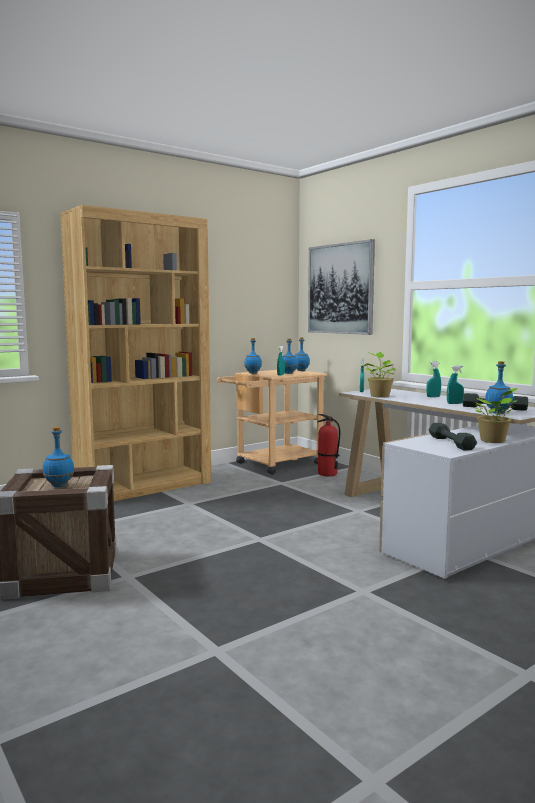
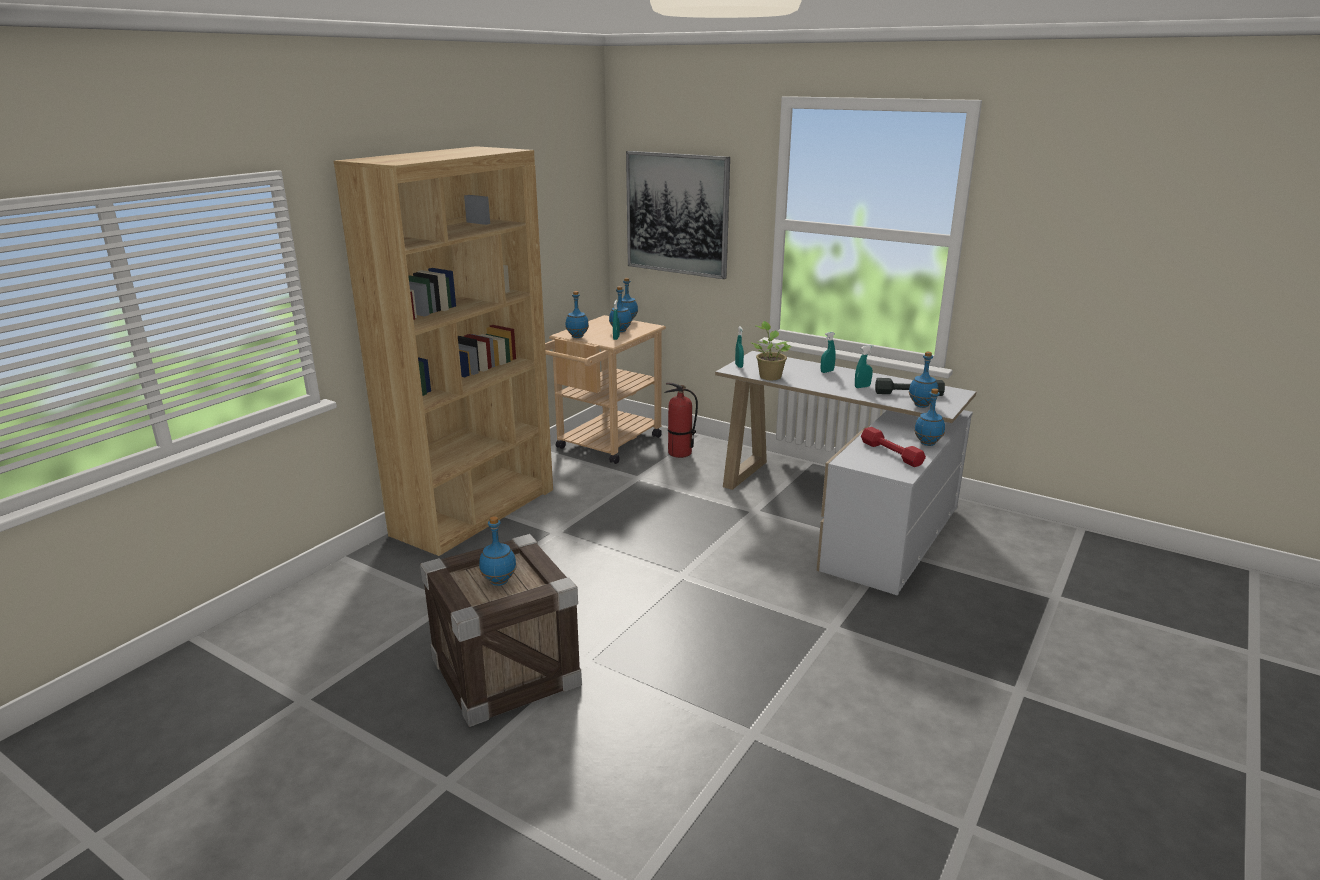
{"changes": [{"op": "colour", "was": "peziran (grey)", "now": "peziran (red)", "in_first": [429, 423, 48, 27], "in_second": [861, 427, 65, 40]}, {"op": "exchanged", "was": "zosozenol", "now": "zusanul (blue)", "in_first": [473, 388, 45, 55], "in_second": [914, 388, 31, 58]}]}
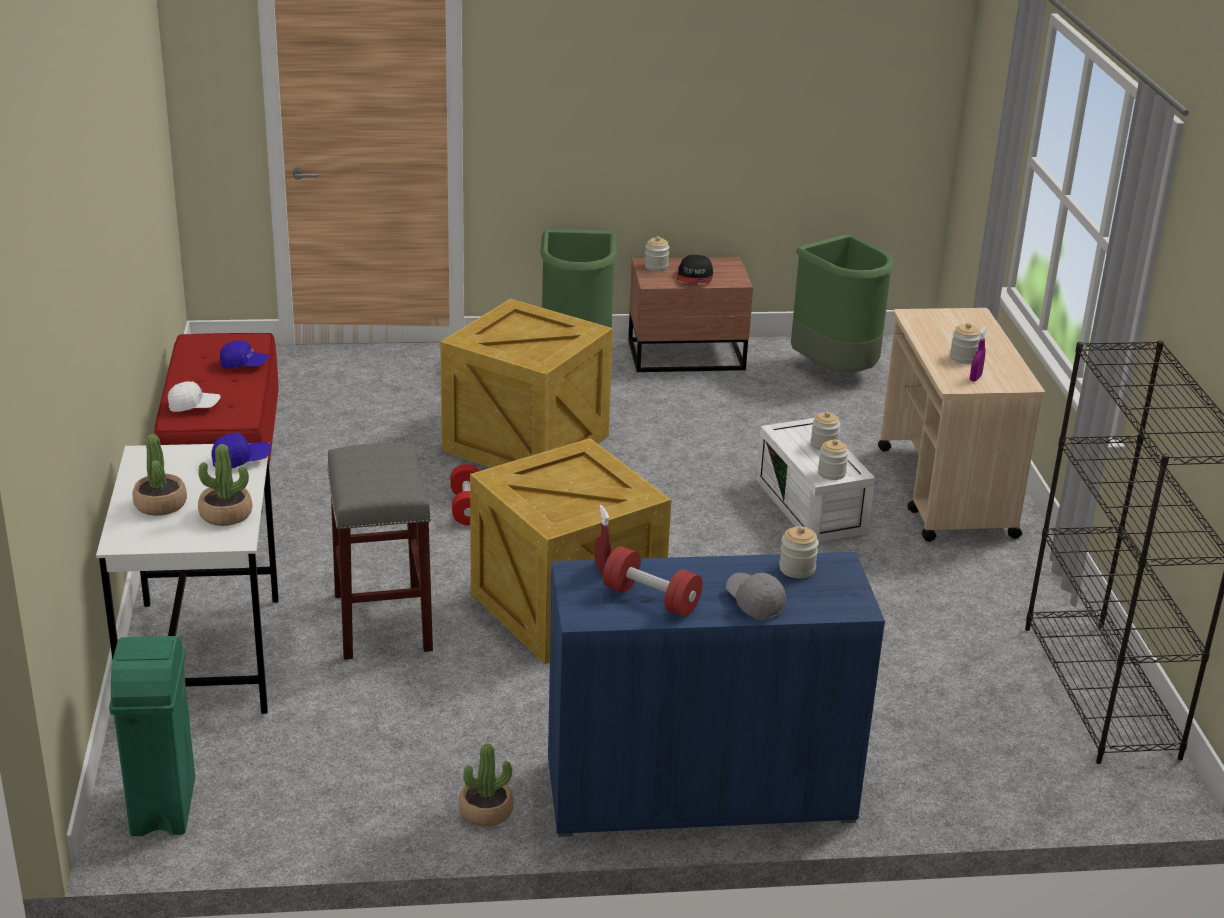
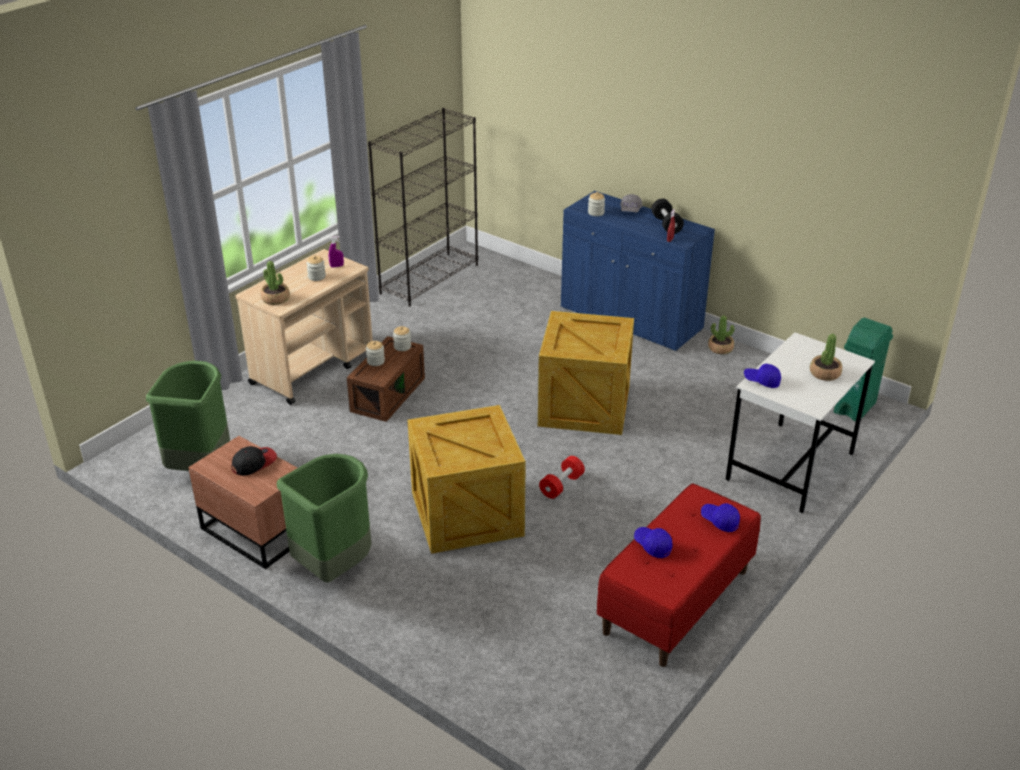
{"changes": [{"op": "relocated", "was": "zosozenol", "in_first": [198, 444, 54, 82], "in_second": [261, 261, 29, 44]}, {"op": "colour", "was": "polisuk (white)", "now": "polisuk (brown)", "in_first": [756, 418, 119, 124], "in_second": [347, 336, 78, 86]}, {"op": "colour", "was": "peziran (red)", "now": "peziran (black)", "in_first": [603, 546, 99, 71], "in_second": [651, 199, 33, 35]}, {"op": "colour", "was": "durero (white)", "now": "durero (blue)", "in_first": [168, 381, 52, 31], "in_second": [701, 503, 39, 29]}, {"op": "missing", "was": "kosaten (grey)", "in_first": [327, 443, 106, 217]}, {"op": "missing", "was": "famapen", "in_first": [645, 236, 25, 35]}]}
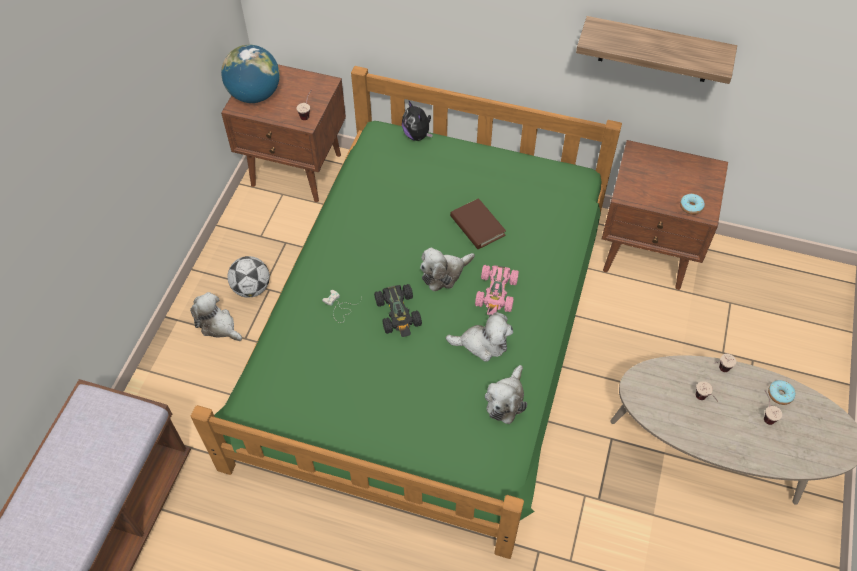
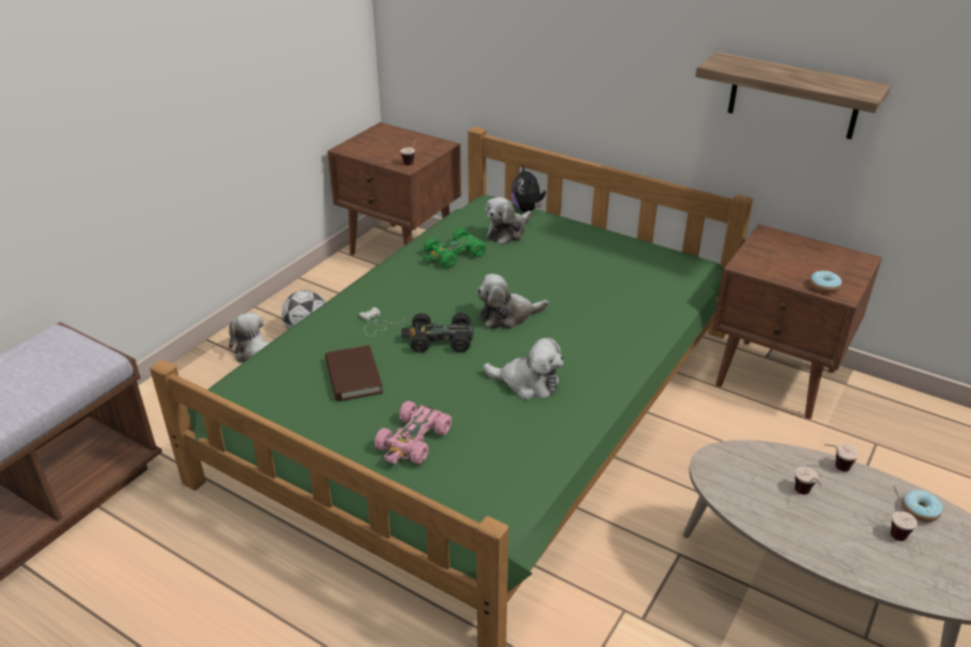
{"changes": [{"op": "relocated", "was": "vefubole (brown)", "in_first": [450, 198, 56, 51], "in_second": [325, 345, 58, 56]}, {"op": "relocated", "was": "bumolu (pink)", "in_first": [475, 265, 44, 50], "in_second": [374, 401, 78, 63]}, {"op": "spun", "was": "bumolu (black)", "in_first": [374, 284, 48, 53], "in_second": [401, 313, 72, 40], "clockwise": 90}, {"op": "appeared", "now": "bumolu (green)", "in_second": [424, 228, 62, 40]}, {"op": "relocated", "was": "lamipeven", "in_first": [485, 365, 42, 59], "in_second": [485, 197, 47, 48]}, {"op": "missing", "was": "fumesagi", "in_first": [221, 44, 59, 59]}]}
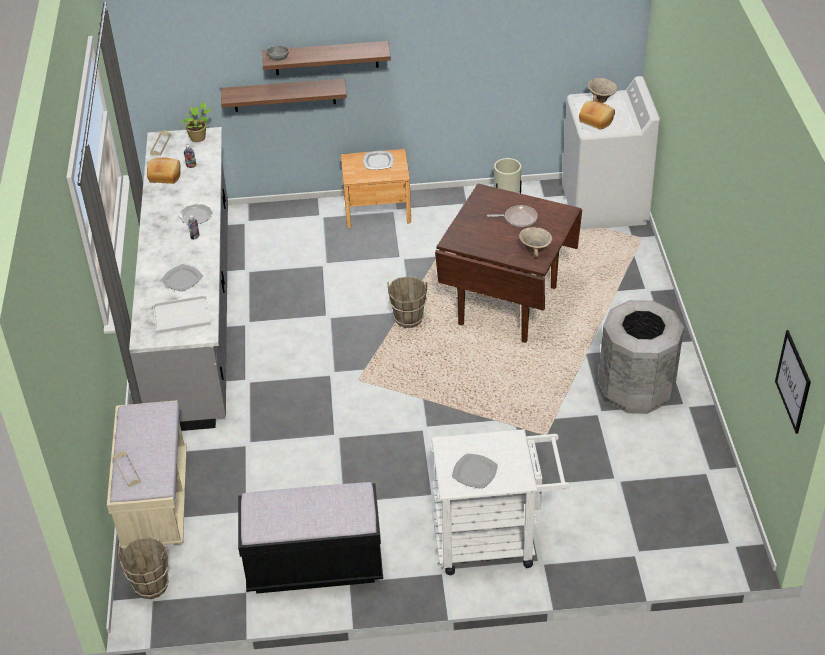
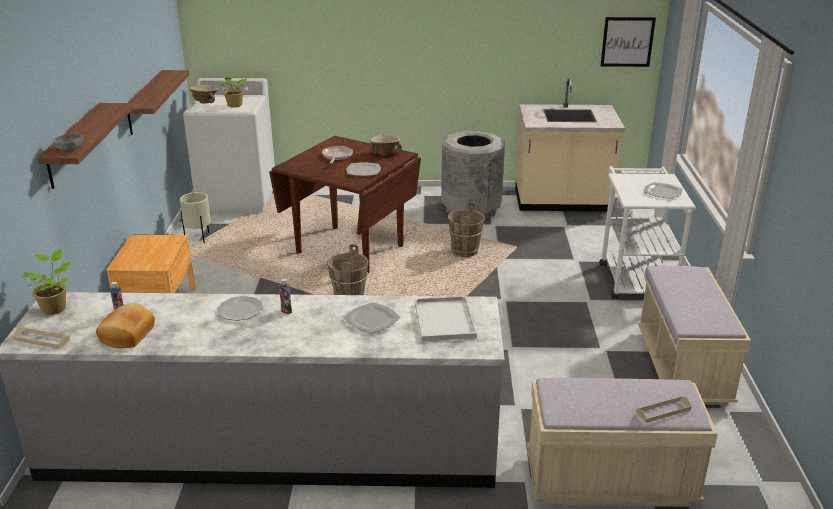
{"changes": [{"op": "relocated", "was": "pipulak", "in_first": [221, 79, 126, 33], "in_second": [128, 70, 62, 65]}, {"op": "exchanged", "was": "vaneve", "now": "zosozenol", "in_first": [579, 101, 36, 28], "in_second": [221, 75, 26, 32]}, {"op": "relocated", "was": "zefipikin", "in_first": [363, 151, 31, 19], "in_second": [346, 163, 35, 13]}, {"op": "relocated", "was": "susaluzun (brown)", "in_first": [118, 537, 51, 62], "in_second": [448, 202, 37, 55]}, {"op": "appeared", "now": "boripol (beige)", "in_second": [515, 79, 110, 132]}, {"op": "colour", "was": "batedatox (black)", "now": "batedatox (beige)", "in_first": [238, 482, 145, 112], "in_second": [638, 266, 113, 139]}]}
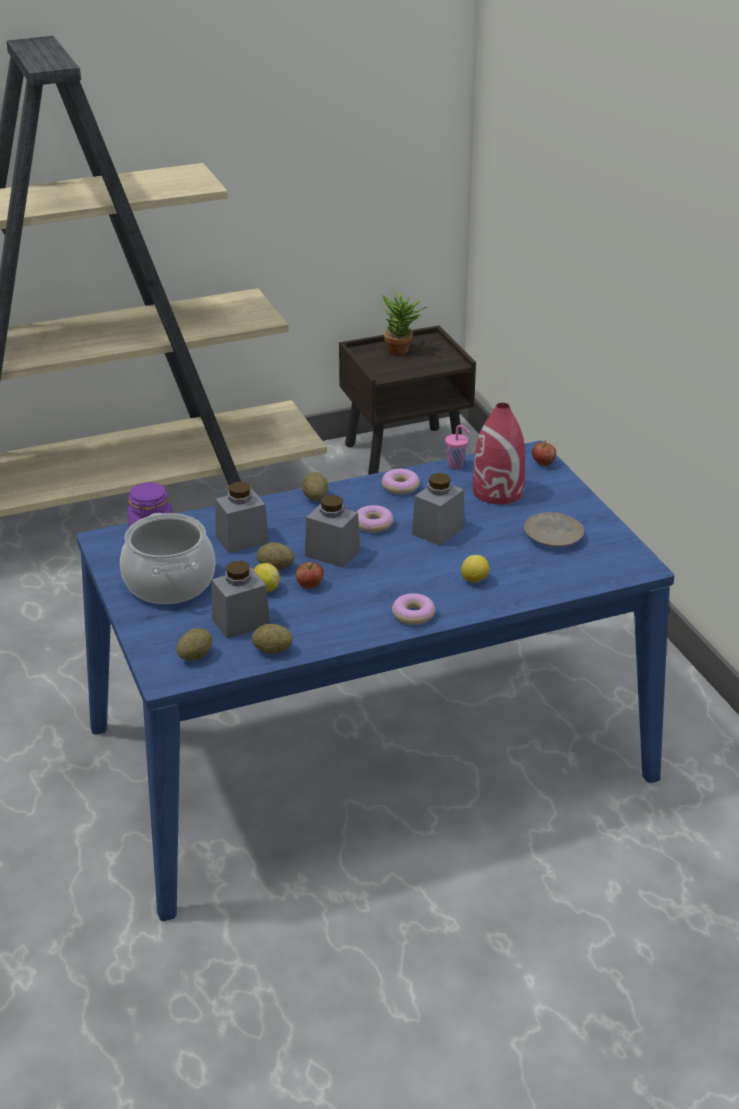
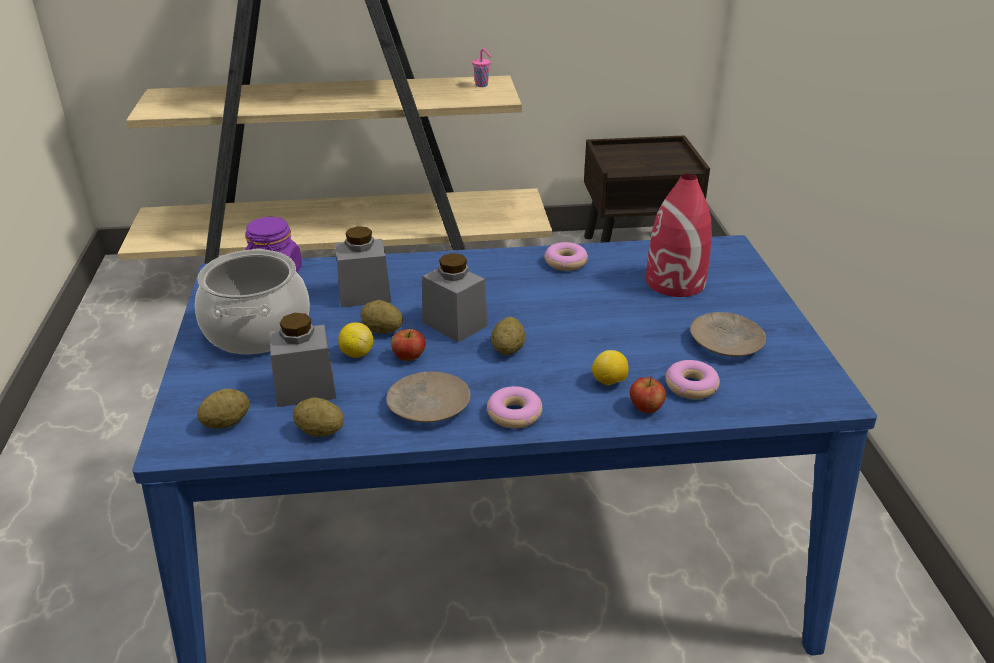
{"changes": [{"op": "appeared", "now": "zefipikin (beige)", "in_second": [387, 371, 84, 52]}, {"op": "relocated", "was": "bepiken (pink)", "in_first": [445, 425, 26, 45], "in_second": [472, 48, 19, 39]}, {"op": "relocated", "was": "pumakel", "in_first": [302, 472, 26, 29], "in_second": [491, 317, 34, 38]}, {"op": "relocated", "was": "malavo", "in_first": [532, 440, 24, 26], "in_second": [630, 376, 36, 38]}, {"op": "relocated", "was": "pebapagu", "in_first": [357, 505, 36, 28], "in_second": [665, 360, 55, 39]}, {"op": "missing", "was": "zosozenol", "in_first": [382, 289, 46, 66]}, {"op": "missing", "was": "famapen (grey)", "in_first": [412, 473, 53, 73]}]}
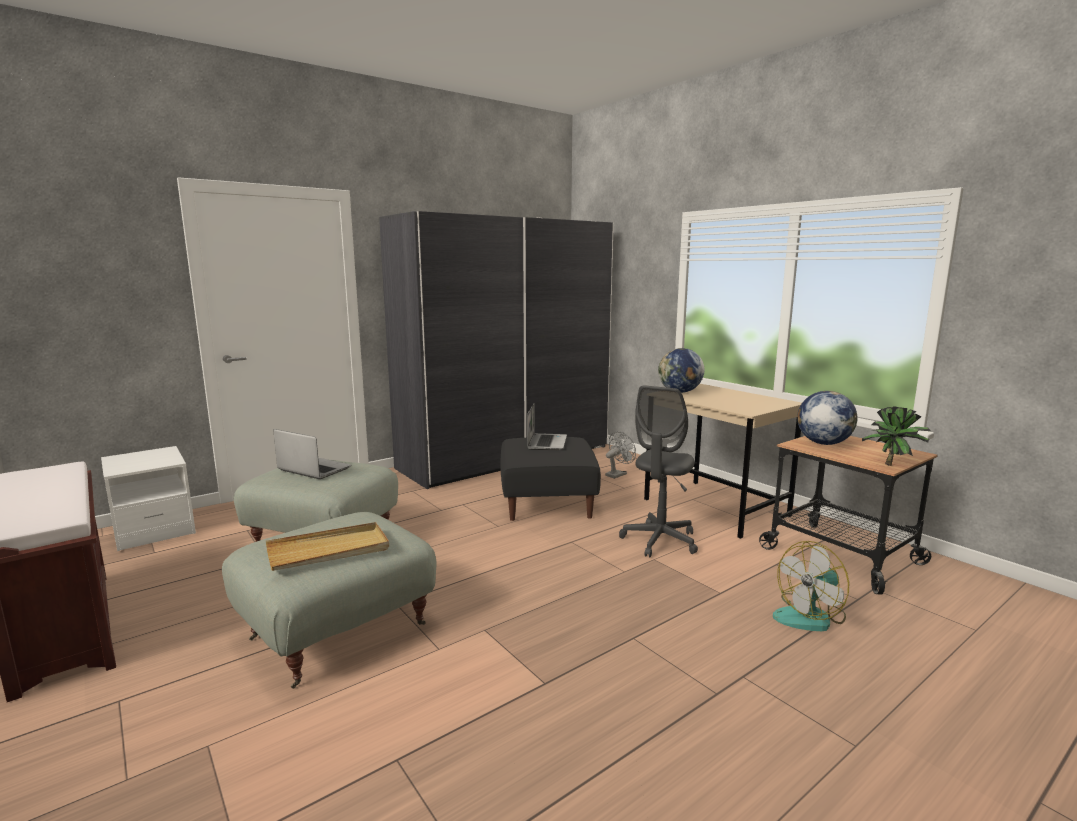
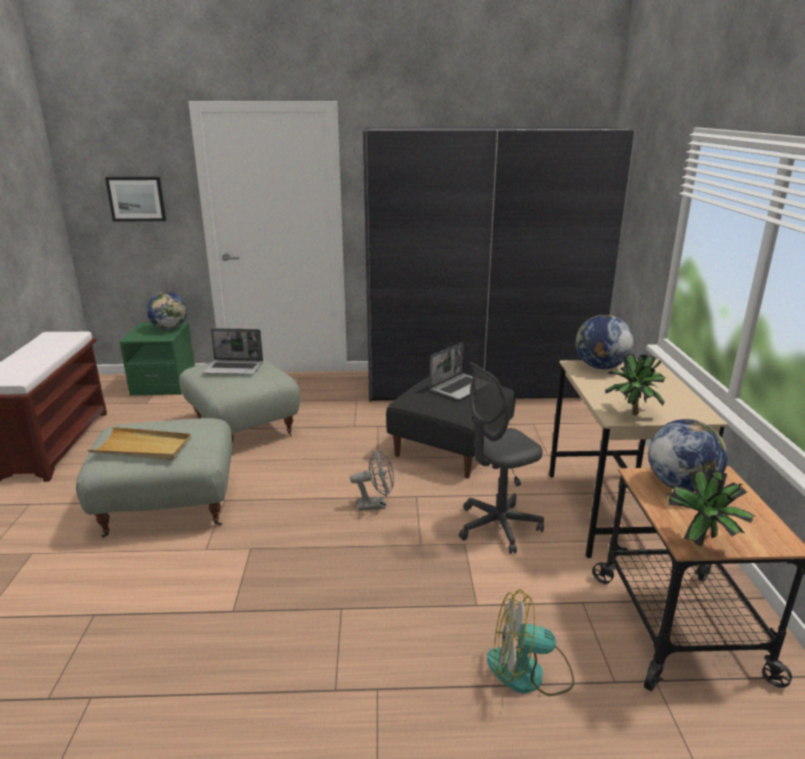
{"changes": [{"op": "appeared", "now": "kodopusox", "in_second": [105, 177, 61, 45]}, {"op": "colour", "was": "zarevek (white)", "now": "zarevek (green)", "in_first": [101, 446, 95, 105], "in_second": [120, 322, 75, 74]}, {"op": "appeared", "now": "fumesagi", "in_second": [146, 292, 41, 38]}, {"op": "spun", "was": "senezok", "in_first": [273, 429, 79, 50], "in_second": [203, 328, 60, 47], "clockwise": 120}, {"op": "relocated", "was": "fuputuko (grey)", "in_first": [605, 431, 31, 48], "in_second": [350, 449, 44, 62]}, {"op": "appeared", "now": "zosozenol", "in_second": [605, 354, 60, 61]}]}
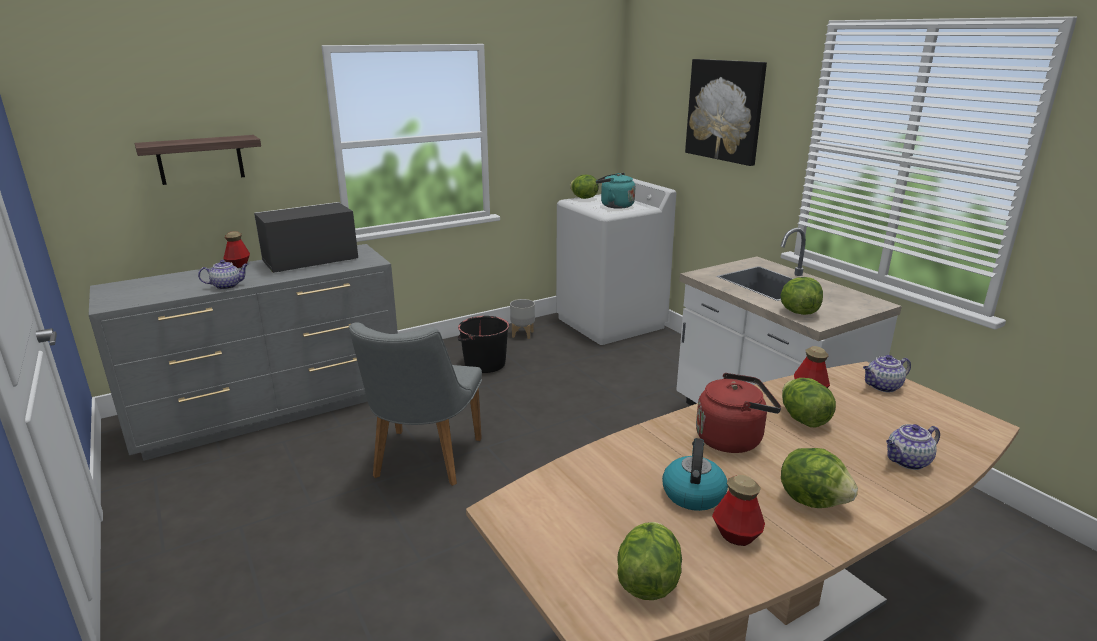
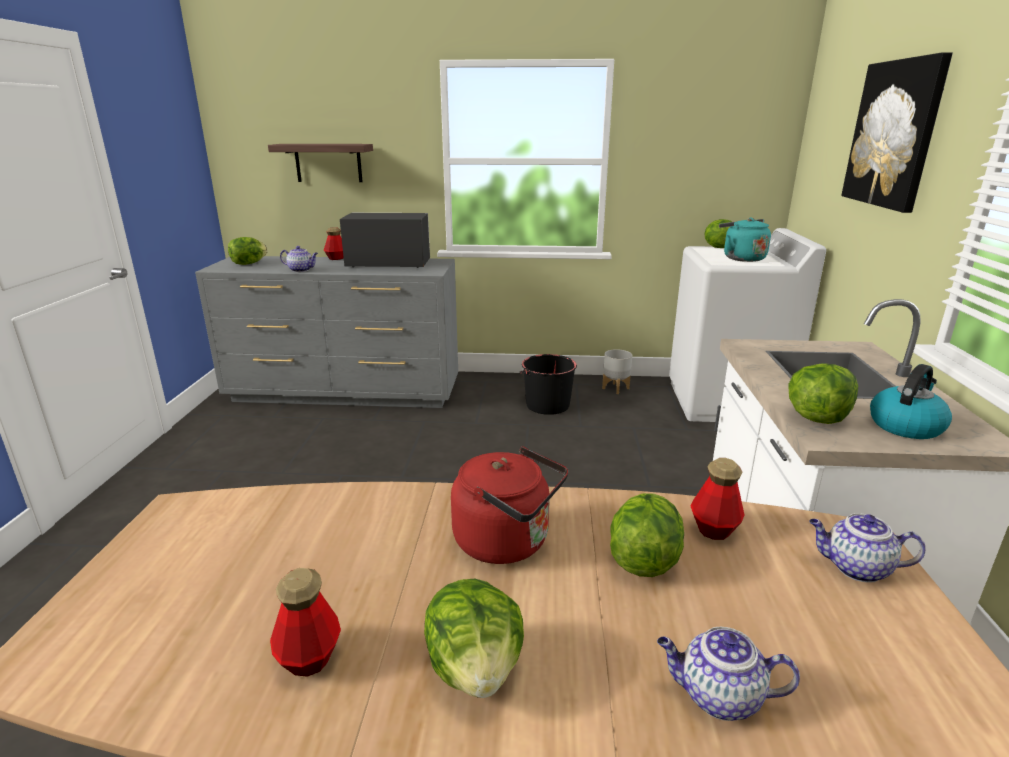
{"changes": [{"op": "relocated", "was": "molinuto", "in_first": [617, 522, 65, 78], "in_second": [228, 237, 40, 28]}, {"op": "relocated", "was": "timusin", "in_first": [662, 438, 66, 73], "in_second": [870, 364, 82, 75]}, {"op": "missing", "was": "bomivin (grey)", "in_first": [349, 322, 133, 164]}]}
